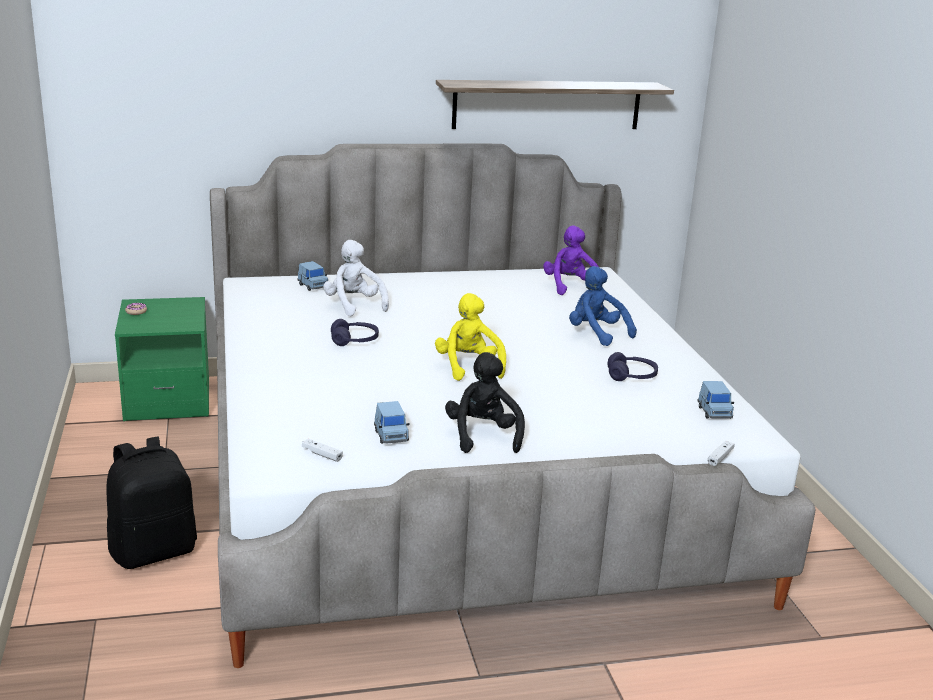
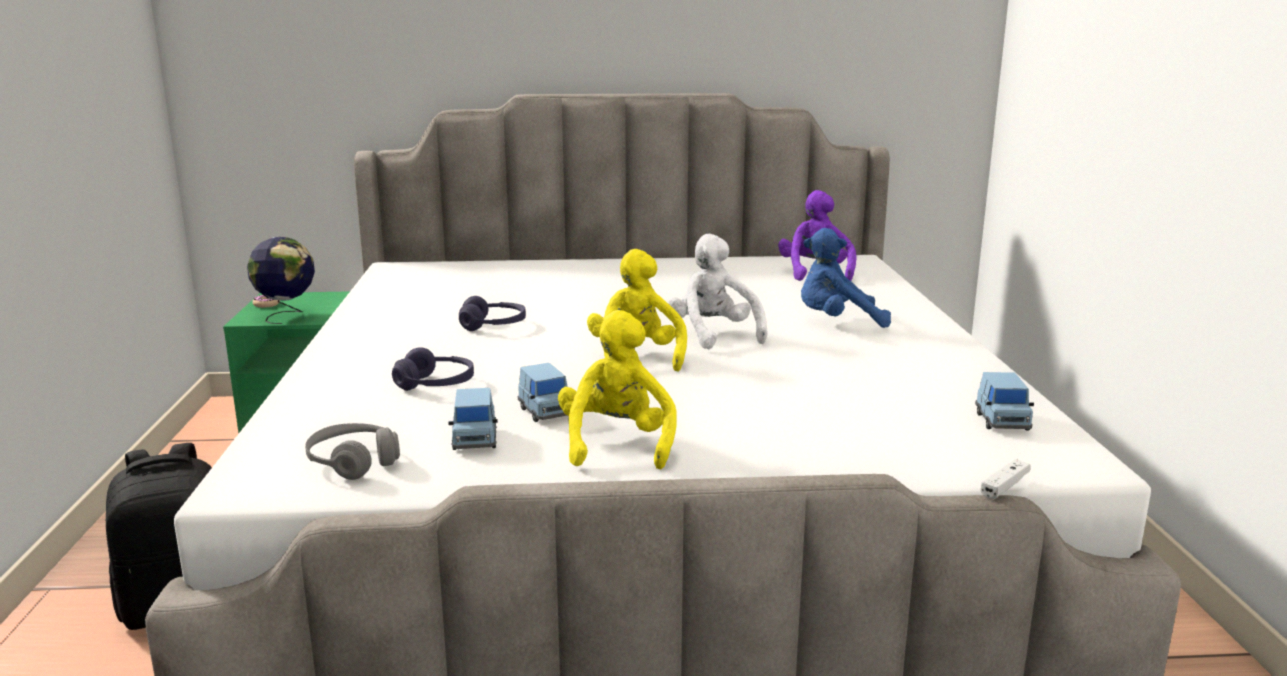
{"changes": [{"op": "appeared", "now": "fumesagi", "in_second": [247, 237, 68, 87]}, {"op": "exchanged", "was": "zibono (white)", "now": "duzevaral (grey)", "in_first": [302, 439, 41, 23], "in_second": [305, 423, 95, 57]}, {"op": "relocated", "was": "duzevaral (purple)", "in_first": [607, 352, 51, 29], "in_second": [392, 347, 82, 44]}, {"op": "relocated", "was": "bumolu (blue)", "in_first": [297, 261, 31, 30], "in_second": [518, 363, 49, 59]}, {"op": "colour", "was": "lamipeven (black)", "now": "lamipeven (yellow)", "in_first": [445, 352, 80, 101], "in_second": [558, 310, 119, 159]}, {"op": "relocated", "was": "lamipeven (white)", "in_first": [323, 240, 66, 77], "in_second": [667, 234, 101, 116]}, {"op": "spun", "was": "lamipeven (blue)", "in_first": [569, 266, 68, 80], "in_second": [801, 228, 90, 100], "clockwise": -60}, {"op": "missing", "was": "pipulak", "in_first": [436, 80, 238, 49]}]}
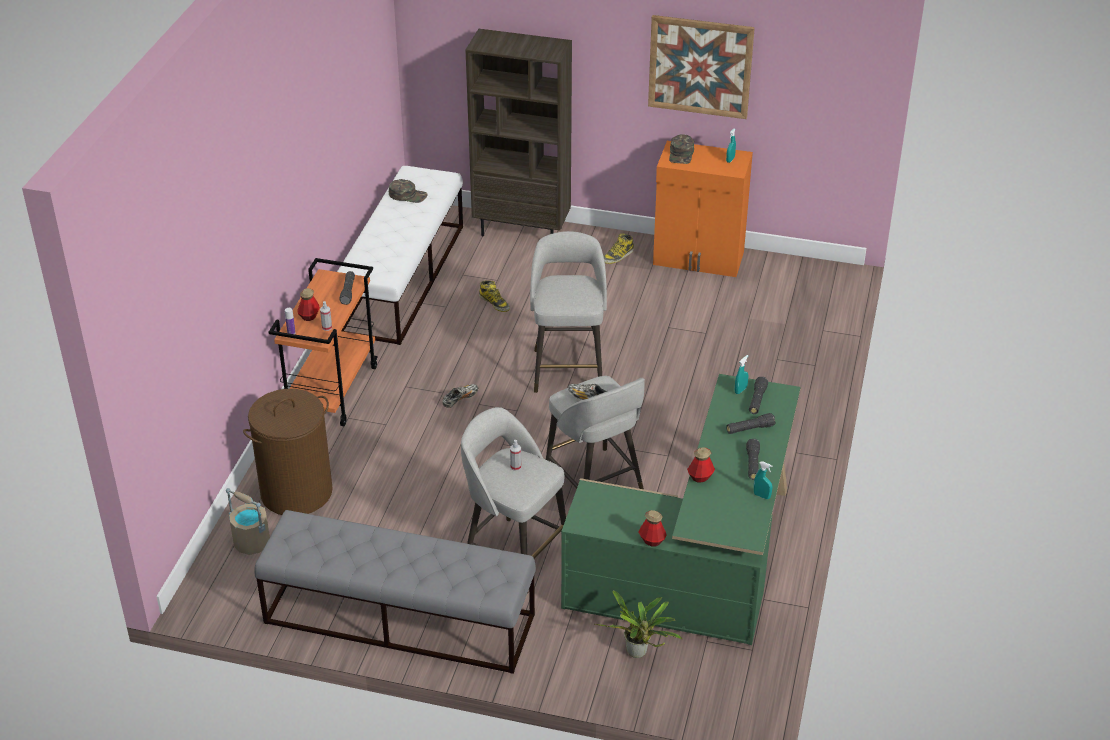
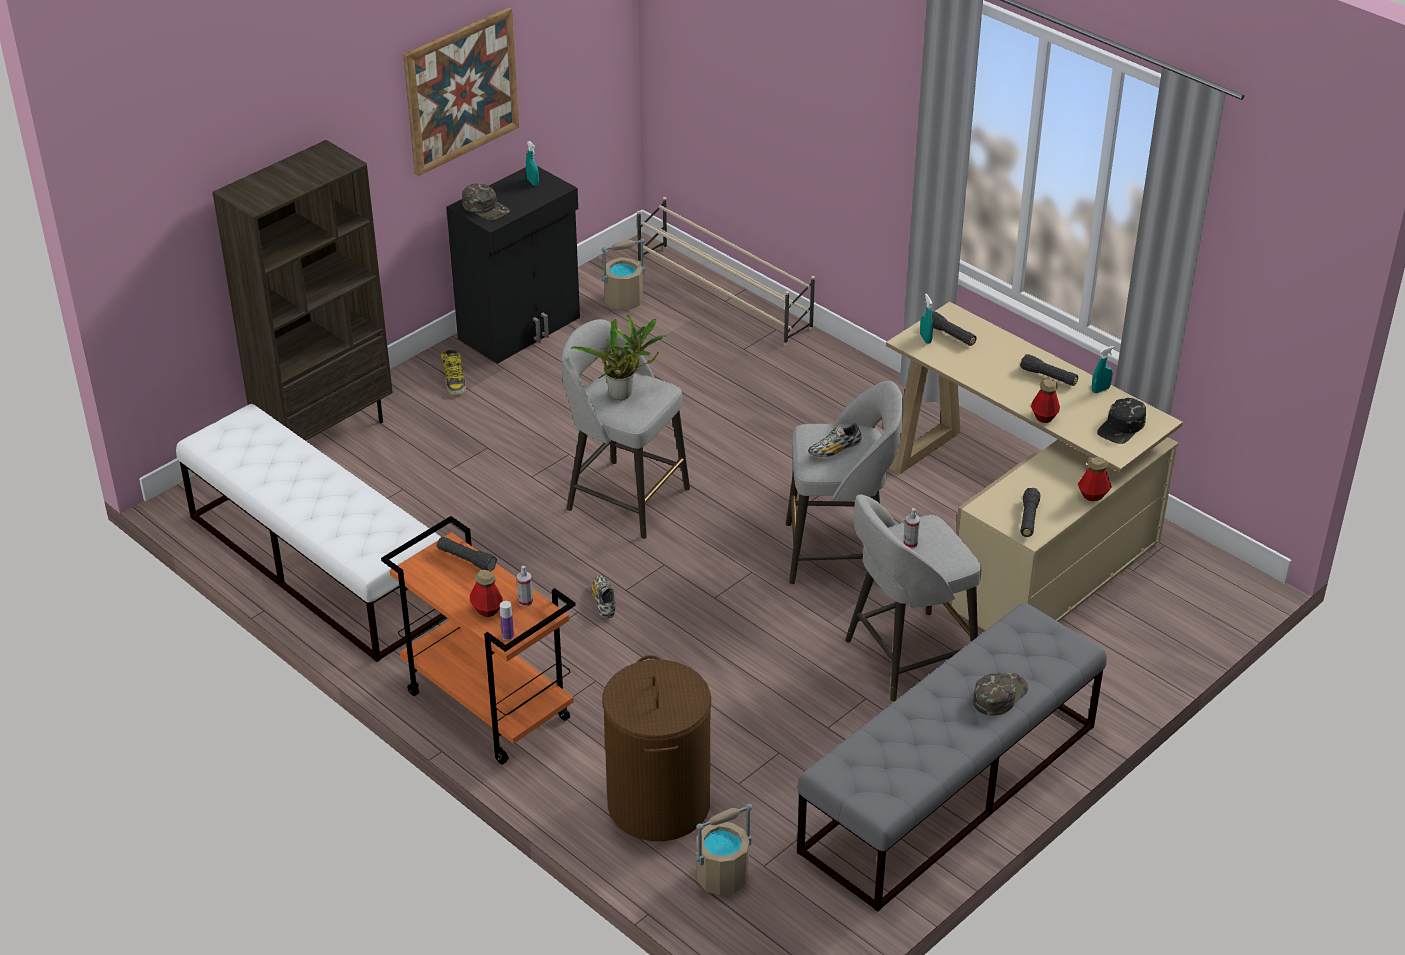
{"changes": [{"op": "colour", "was": "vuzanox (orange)", "now": "vuzanox (black)", "in_first": [653, 141, 100, 136], "in_second": [446, 166, 134, 198]}, {"op": "relocated", "was": "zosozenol", "in_first": [595, 591, 87, 67], "in_second": [571, 314, 96, 86]}, {"op": "appeared", "now": "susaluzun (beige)", "in_second": [602, 238, 43, 72]}, {"op": "appeared", "now": "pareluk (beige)", "in_second": [637, 197, 178, 149]}, {"op": "colour", "was": "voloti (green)", "now": "voloti (beige)", "in_first": [561, 374, 240, 271], "in_second": [886, 302, 297, 329]}, {"op": "relocated", "was": "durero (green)", "in_first": [389, 179, 39, 24], "in_second": [973, 673, 55, 43]}, {"op": "relocated", "was": "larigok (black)", "in_first": [726, 413, 50, 21], "in_second": [1020, 488, 20, 49]}, {"op": "appeared", "now": "durero (black)", "in_second": [1097, 398, 49, 46]}, {"op": "missing", "was": "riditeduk", "in_first": [479, 280, 31, 32]}]}
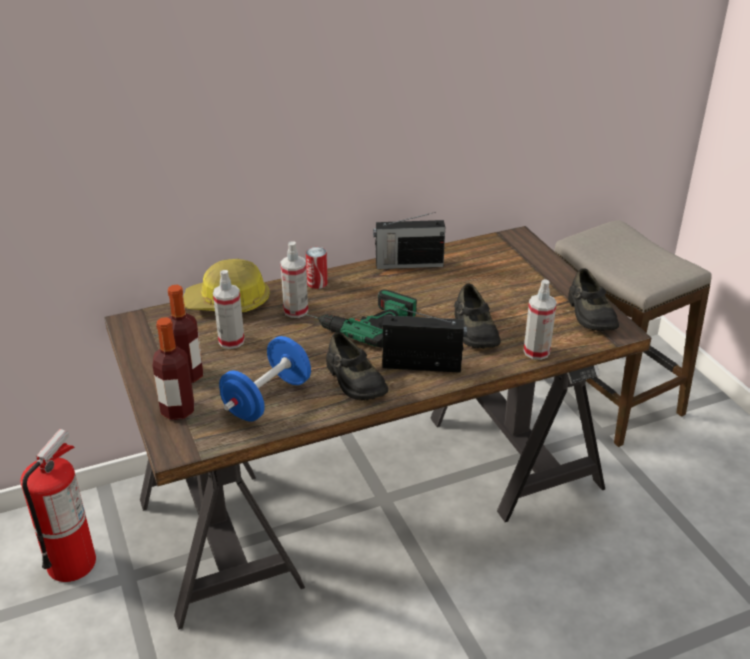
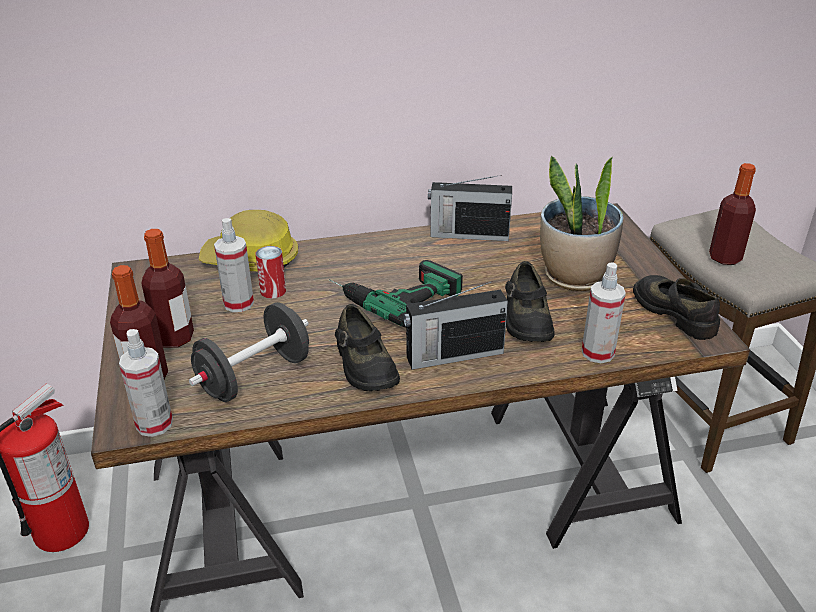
{"changes": [{"op": "relocated", "was": "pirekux", "in_first": [280, 241, 28, 77], "in_second": [119, 329, 54, 108]}, {"op": "colour", "was": "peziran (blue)", "now": "peziran (black)", "in_first": [219, 336, 92, 86], "in_second": [189, 302, 120, 100]}, {"op": "relocated", "was": "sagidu", "in_first": [306, 247, 22, 42], "in_second": [256, 246, 30, 53]}, {"op": "spun", "was": "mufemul", "in_first": [383, 307, 84, 66], "in_second": [403, 281, 105, 89], "clockwise": 150}, {"op": "appeared", "now": "zosozenol", "in_second": [540, 156, 84, 135]}, {"op": "spun", "was": "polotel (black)", "in_first": [568, 268, 51, 63], "in_second": [633, 275, 87, 65], "clockwise": 150}, {"op": "appeared", "now": "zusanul", "in_second": [709, 163, 47, 102]}]}
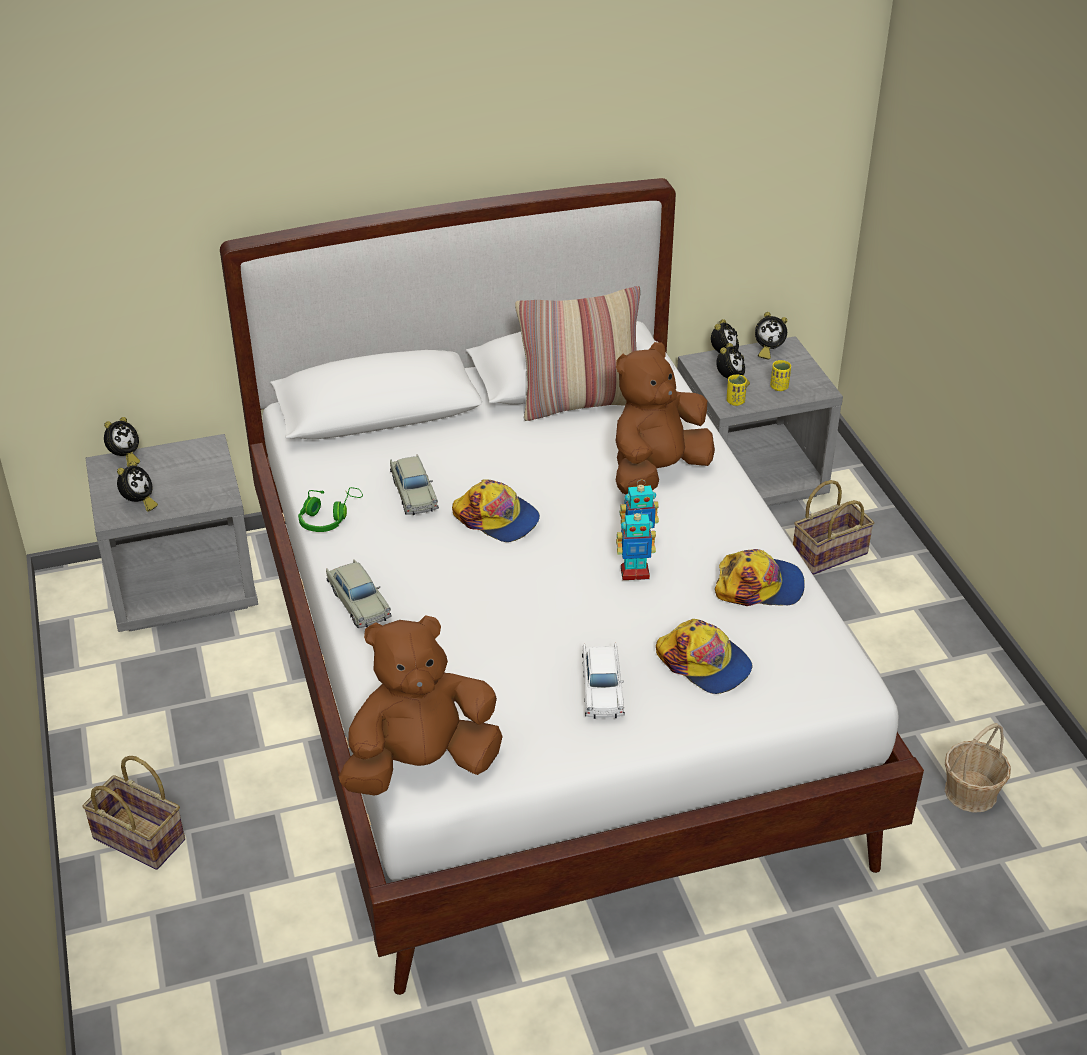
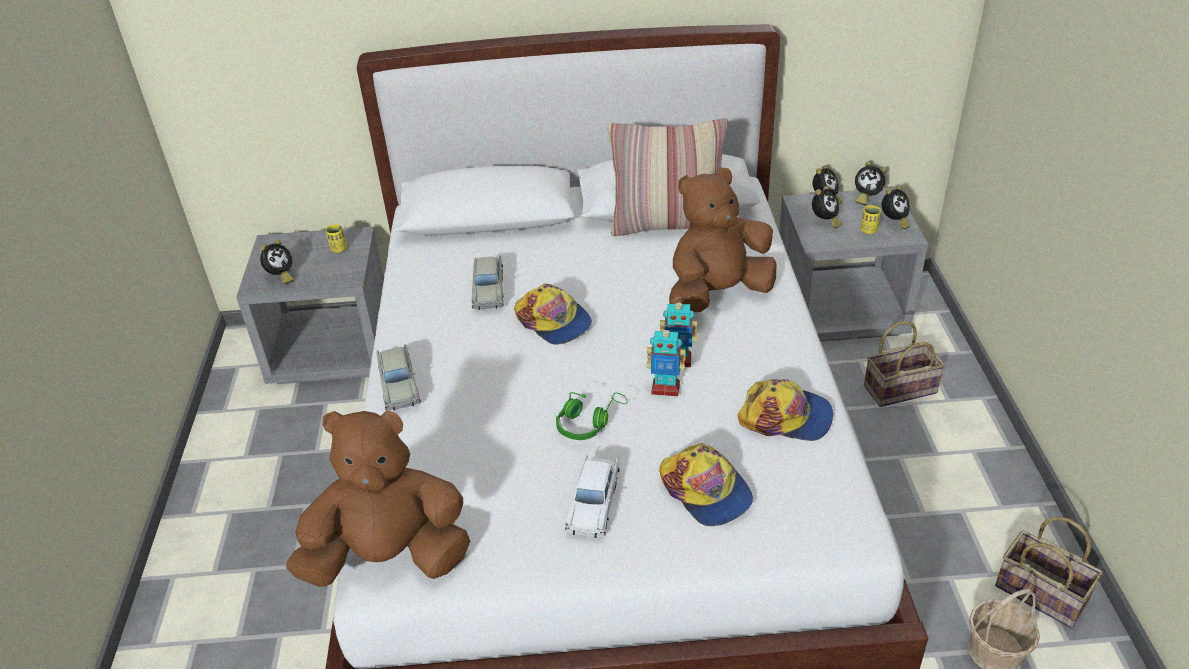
{"changes": [{"op": "relocated", "was": "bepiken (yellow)", "in_first": [727, 375, 20, 31], "in_second": [325, 224, 22, 29]}, {"op": "relocated", "was": "duzevaral (green)", "in_first": [298, 487, 65, 45], "in_second": [556, 392, 72, 48]}, {"op": "relocated", "was": "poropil", "in_first": [104, 417, 36, 50], "in_second": [882, 186, 28, 44]}, {"op": "relocated", "was": "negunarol", "in_first": [83, 756, 102, 114], "in_second": [995, 517, 108, 111]}]}
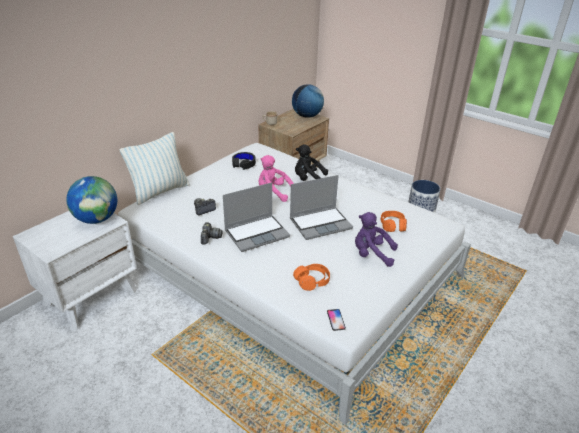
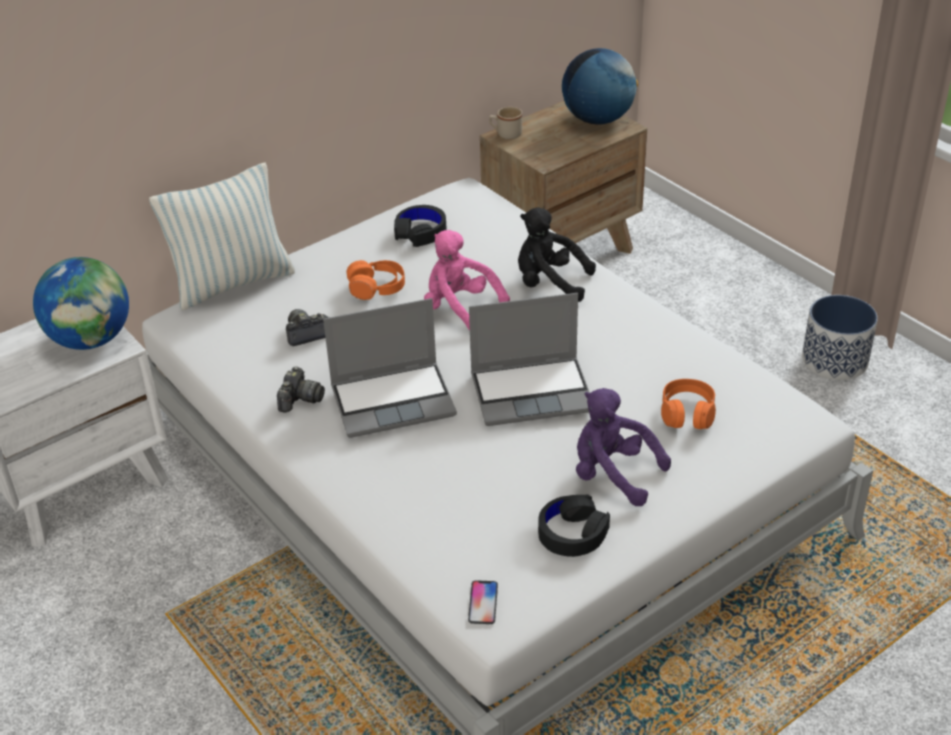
{"changes": [{"op": "relocated", "was": "duzevaral (orange)", "in_first": [293, 264, 37, 27], "in_second": [346, 260, 59, 40]}, {"op": "appeared", "now": "duzevaral (black)", "in_second": [538, 495, 72, 62]}]}
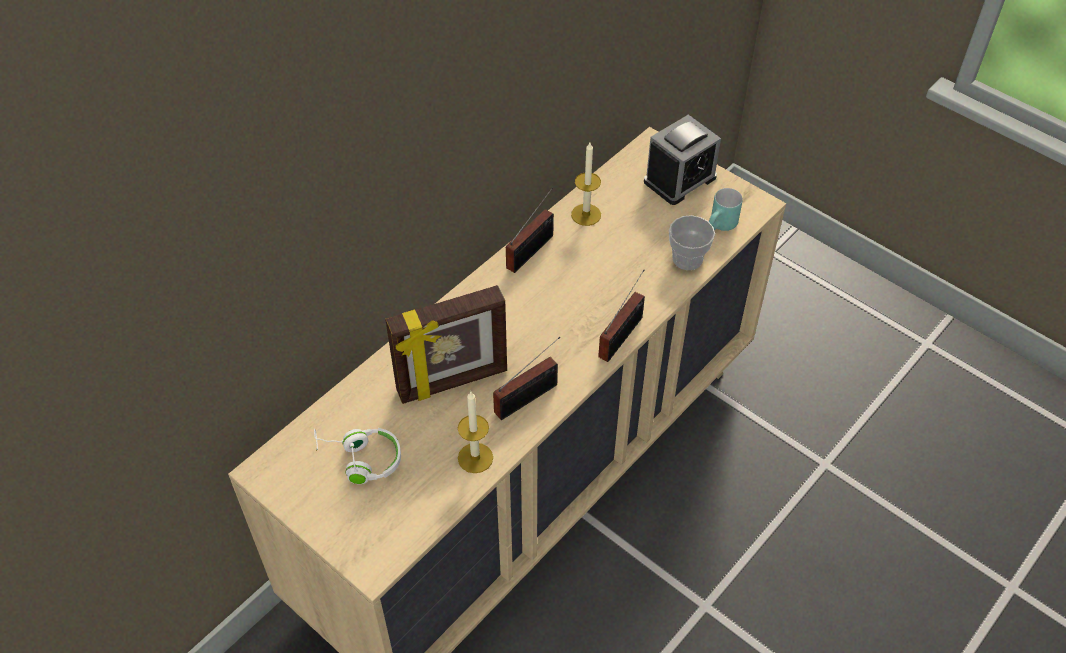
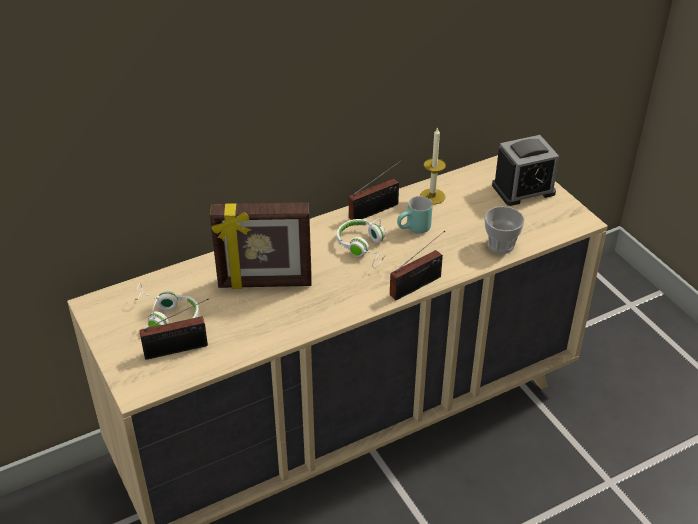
{"changes": [{"op": "relocated", "was": "mufemul", "in_first": [493, 337, 67, 83], "in_second": [139, 299, 70, 61]}, {"op": "appeared", "now": "duzevaral (white)", "in_second": [337, 218, 49, 49]}, {"op": "relocated", "was": "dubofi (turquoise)", "in_first": [709, 188, 34, 43], "in_second": [397, 196, 36, 38]}, {"op": "missing", "was": "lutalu", "in_first": [458, 392, 35, 81]}]}
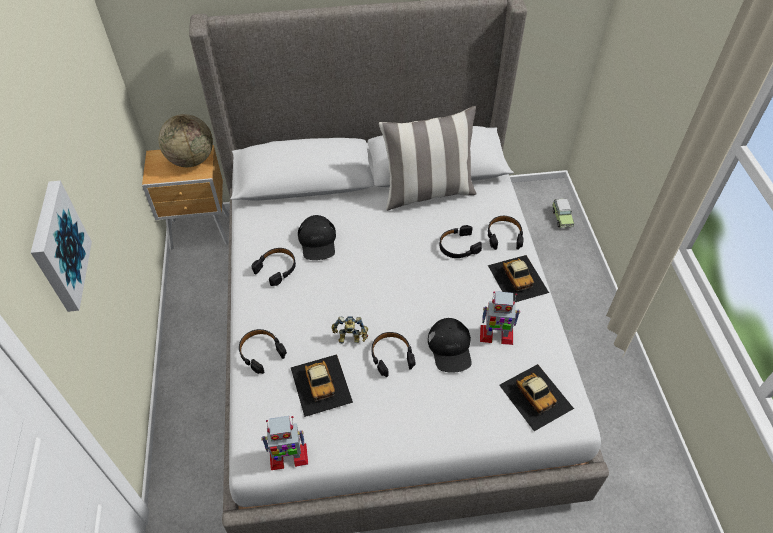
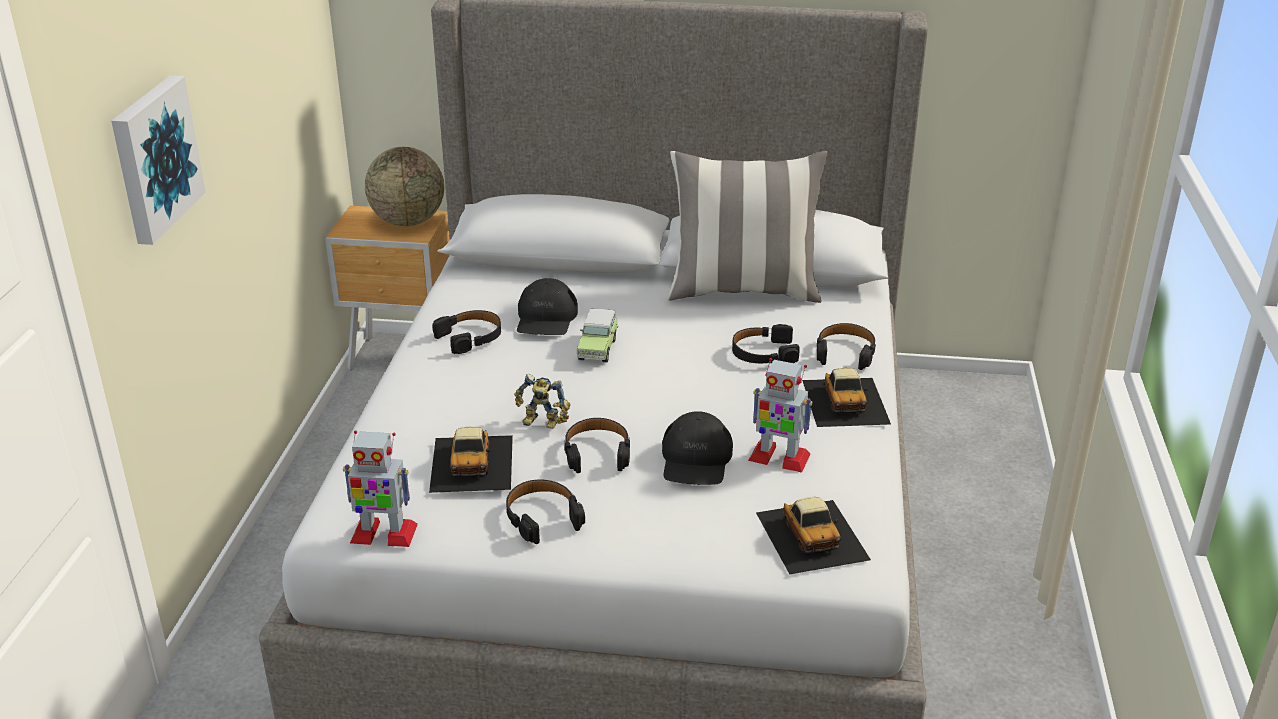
{"changes": [{"op": "relocated", "was": "duzevaral (black)", "in_first": [239, 329, 48, 45], "in_second": [506, 479, 79, 65]}, {"op": "relocated", "was": "bumolu", "in_first": [552, 199, 22, 29], "in_second": [577, 309, 41, 53]}]}
